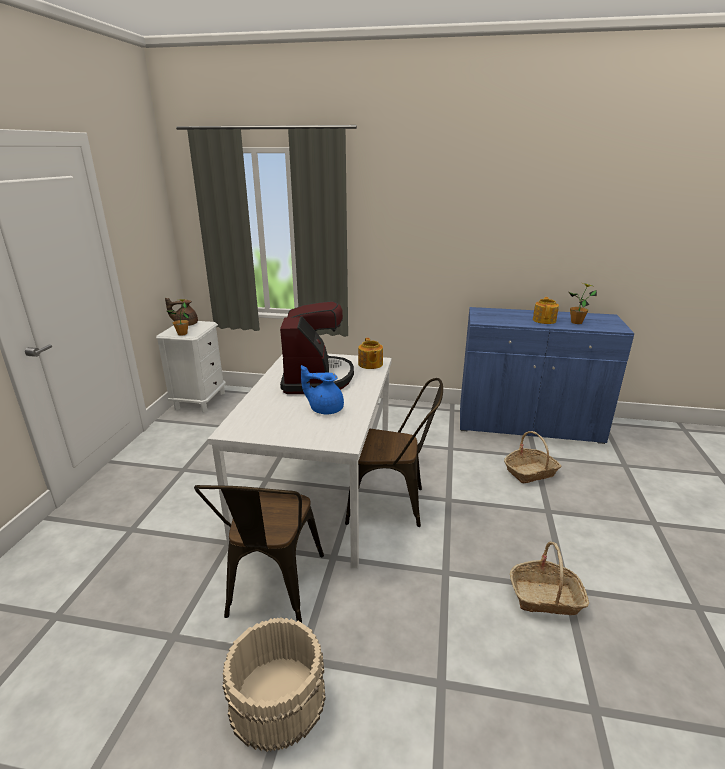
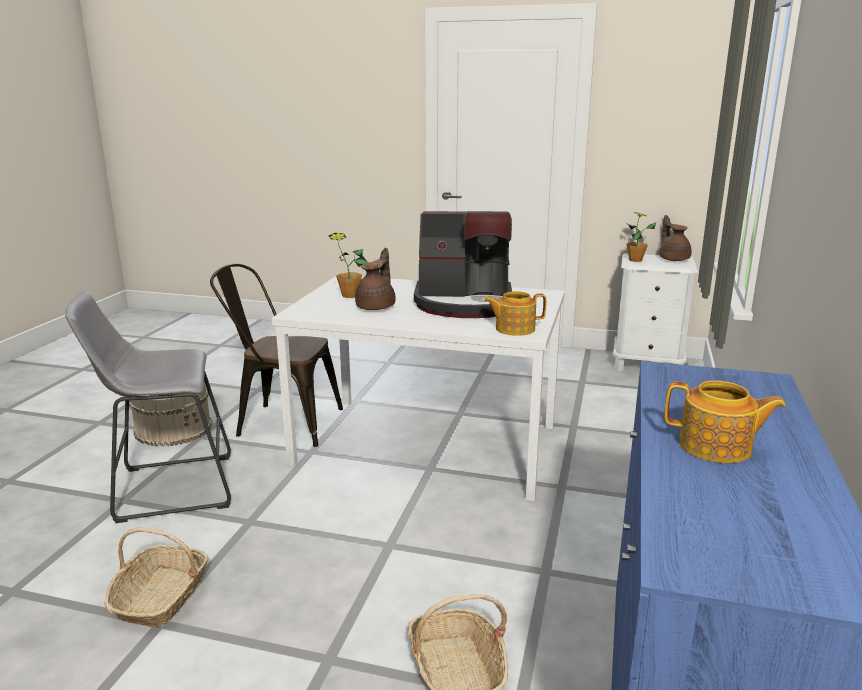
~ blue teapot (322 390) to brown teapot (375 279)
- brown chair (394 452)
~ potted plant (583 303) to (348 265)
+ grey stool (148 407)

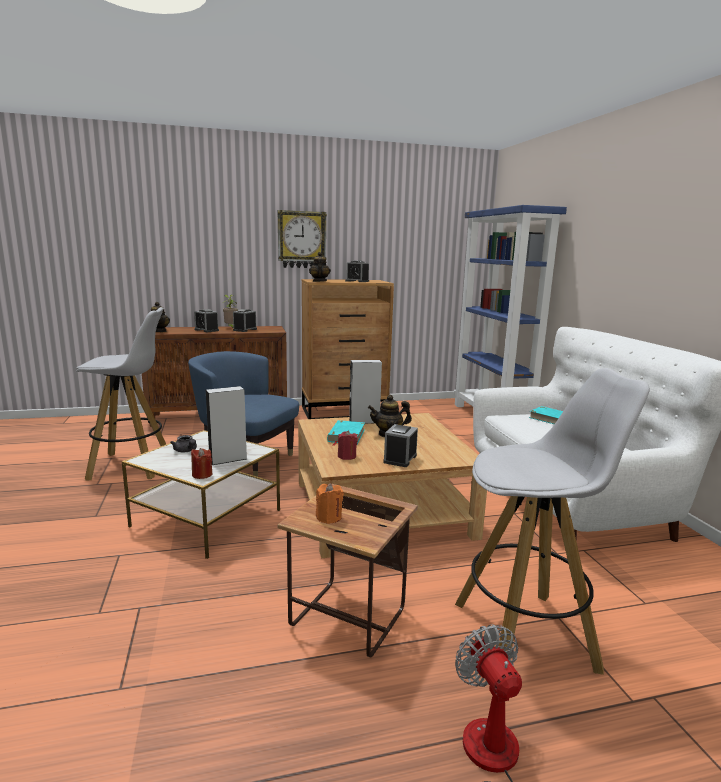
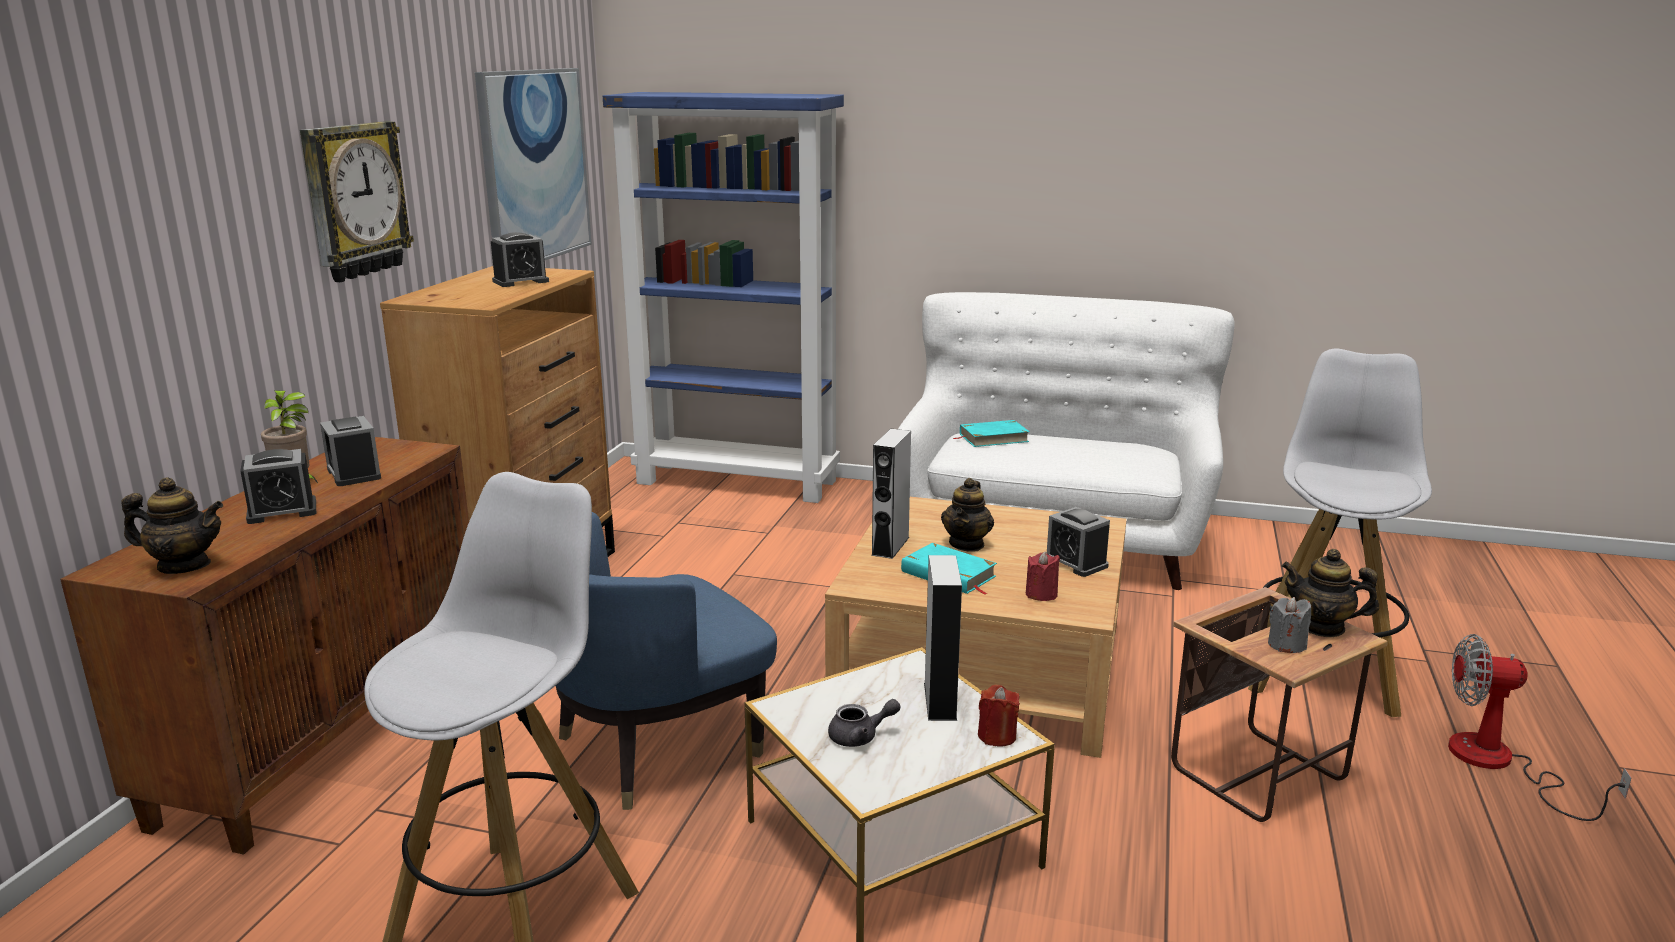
~ teapot (320 267) to (1330 593)
~ orange candle (330 503) to grey candle (1289 625)
+ picture (533 164)

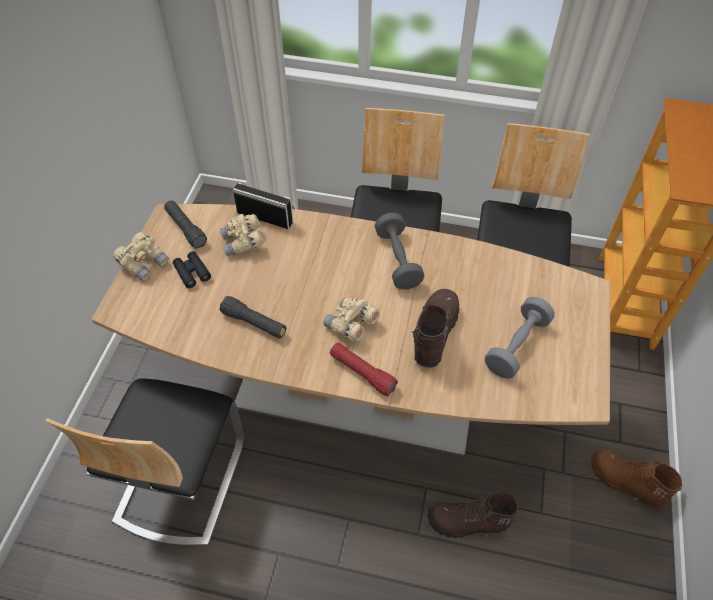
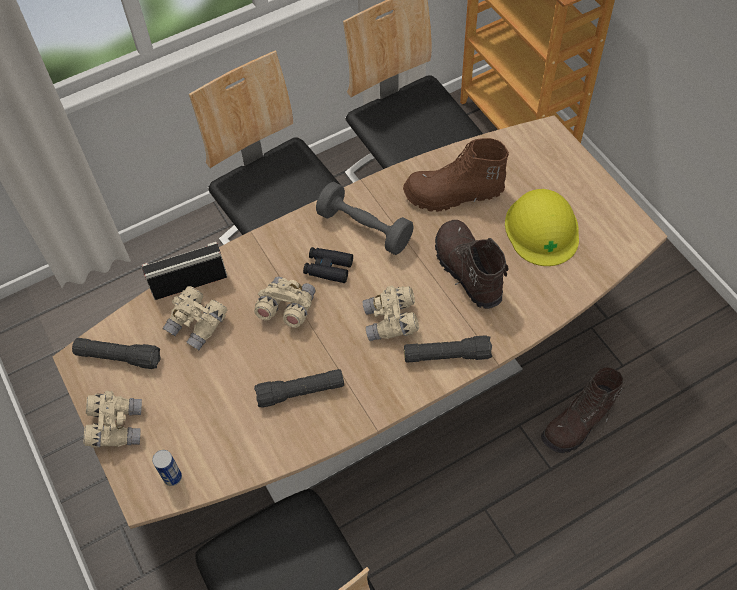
~ black binoculars (192 269) to (328 265)
~ red flashlight (364 369) to black flashlight (448 349)
~ grey dumbbell (520 338) to yellow hard hat (542 227)
~ brown boot (636 479) to (456 175)
+ can (167 468)
+ beige binoculars (285 302)

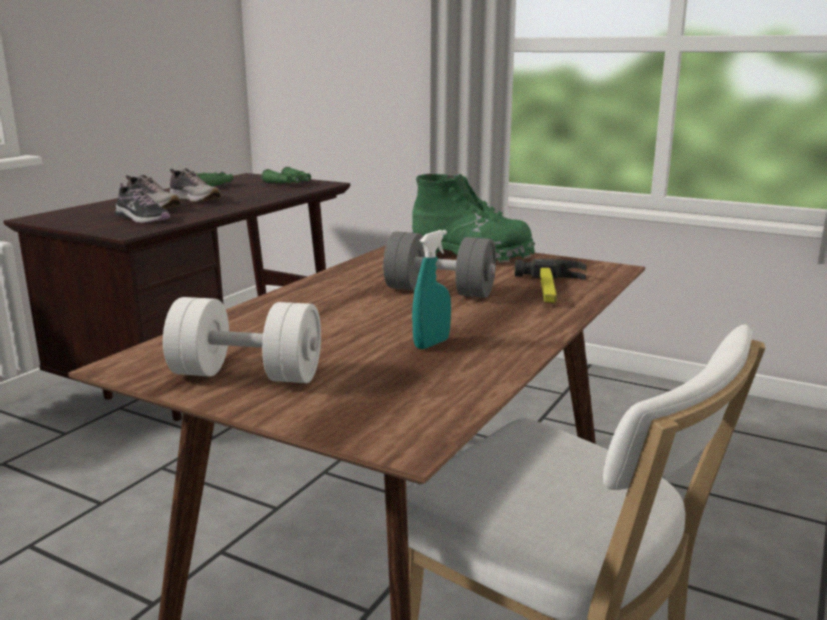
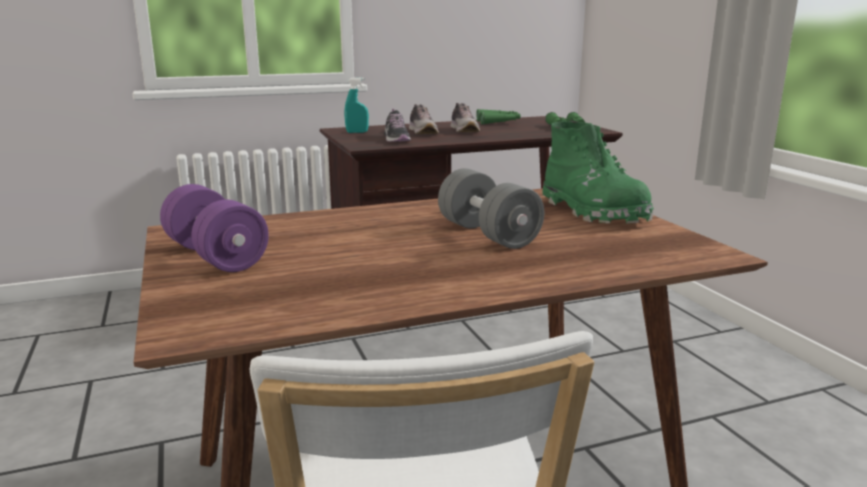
~ white dumbbell (242 340) to purple dumbbell (214 228)
~ turquoise spray bottle (431 289) to (357 105)
- hammer (551 281)

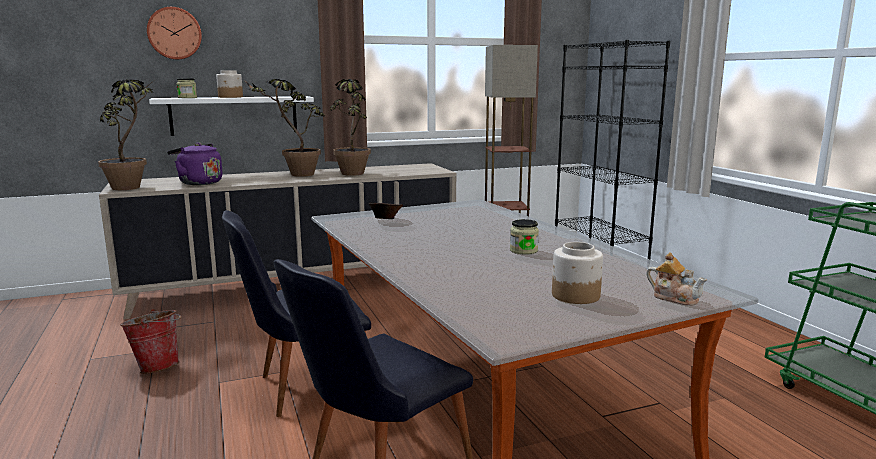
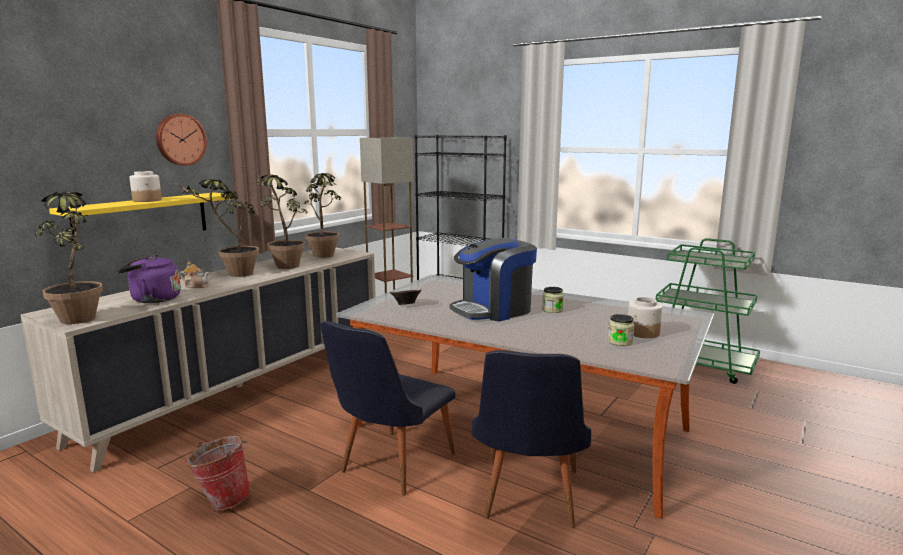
~ wall clock (174 33) to (181 140)
~ white shelf (231 116) to yellow shelf (141 219)
~ jar (187 88) to (621 330)
~ teapot (676 279) to (194 274)
+ potted plant (322 215)
+ coffee machine (493 280)

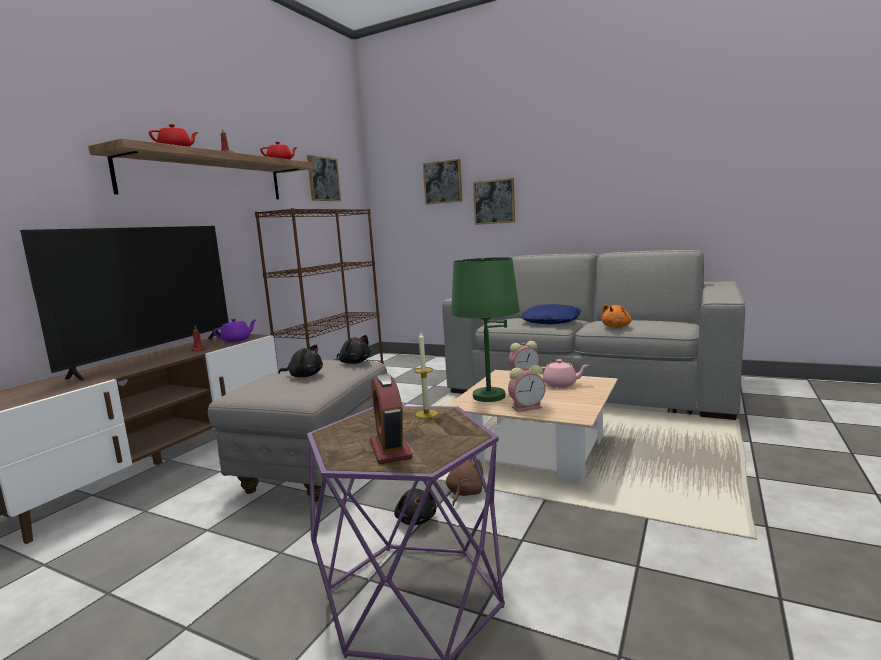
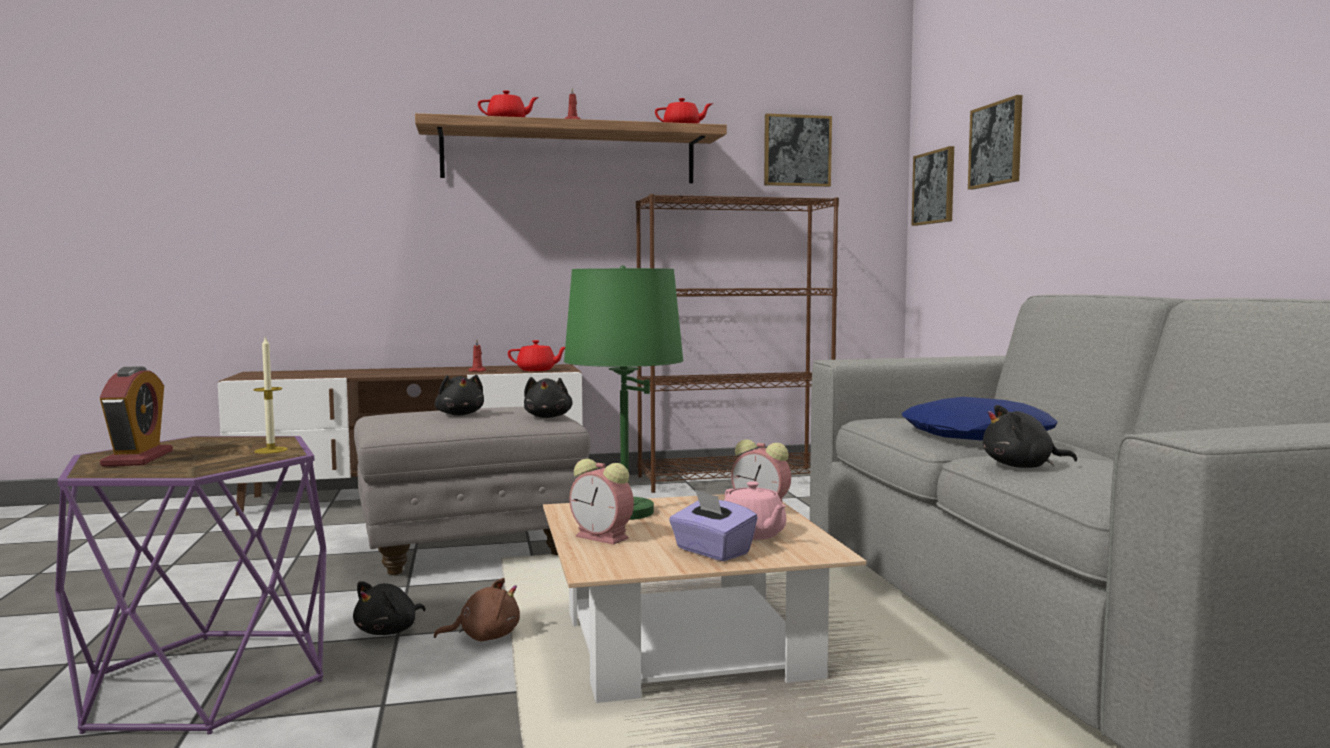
- television (124 303)
~ purple teapot (235 330) to red teapot (536 355)
~ alarm clock (391 419) = (136 416) 135 degrees clockwise
~ picture (494 201) to (932 186)
~ orange plush toy (617 316) to black plush toy (1030 436)
+ purple tissue box (713 525)

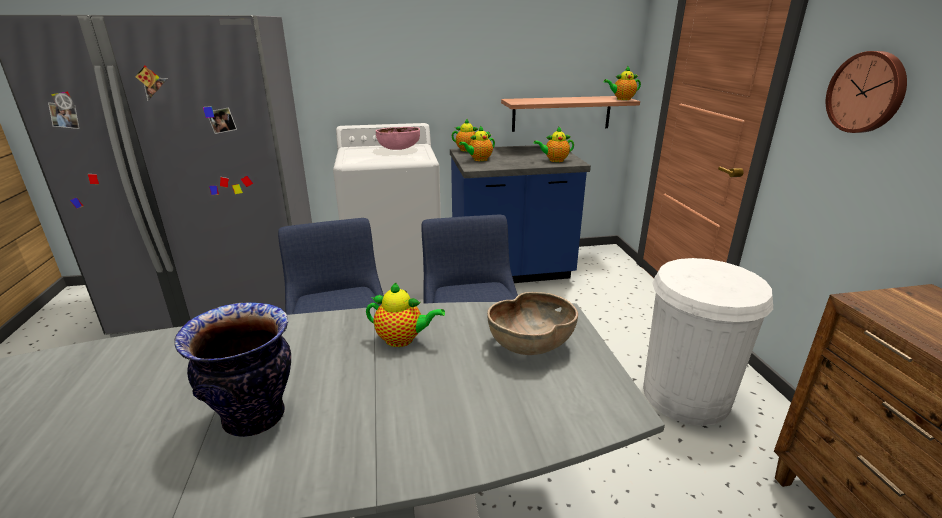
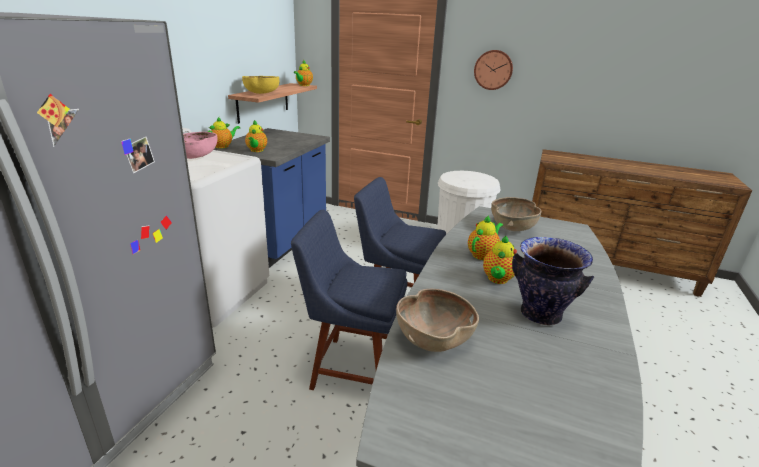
~ teapot (554 144) to (500 260)
+ yellow bowl (260 85)
+ brown bowl (437 320)

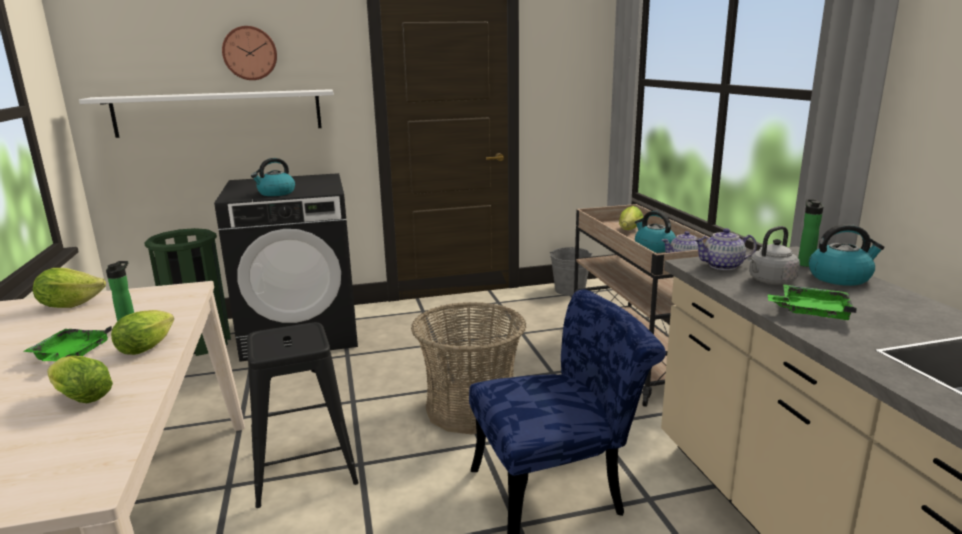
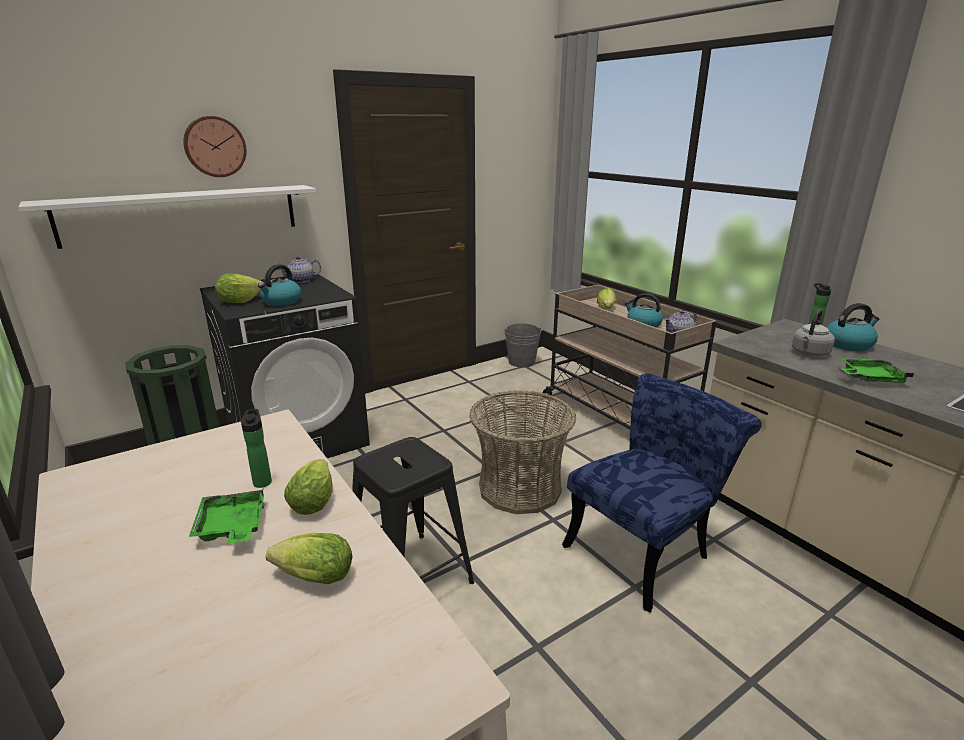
~ lettuce (69 288) to (238 288)
~ teapot (725 249) to (300 269)

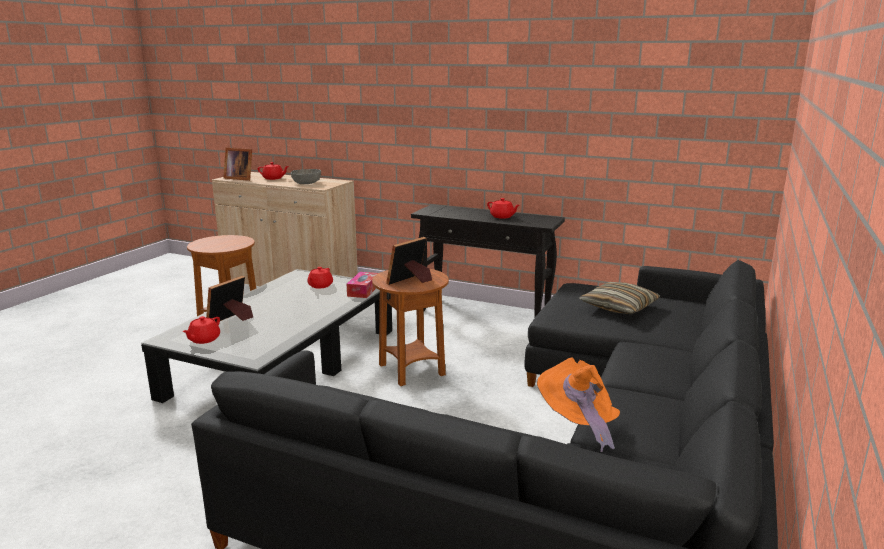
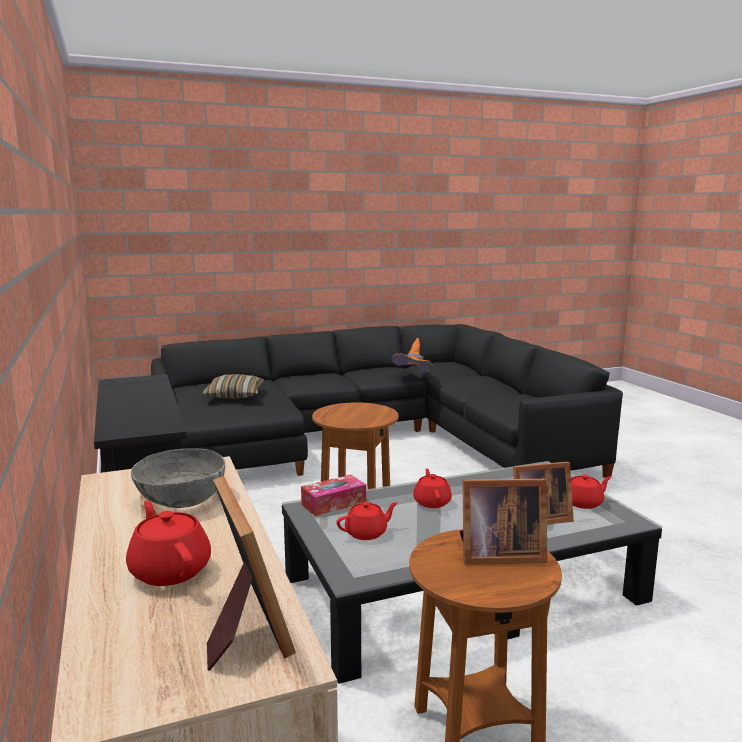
~ picture frame (409 261) to (504 522)
~ red teapot (503 208) to (432 488)

